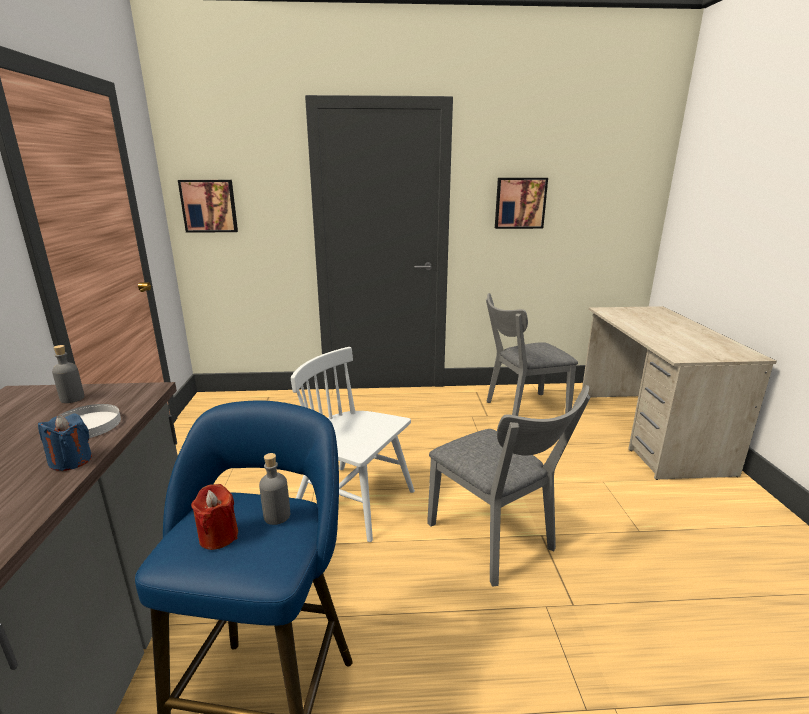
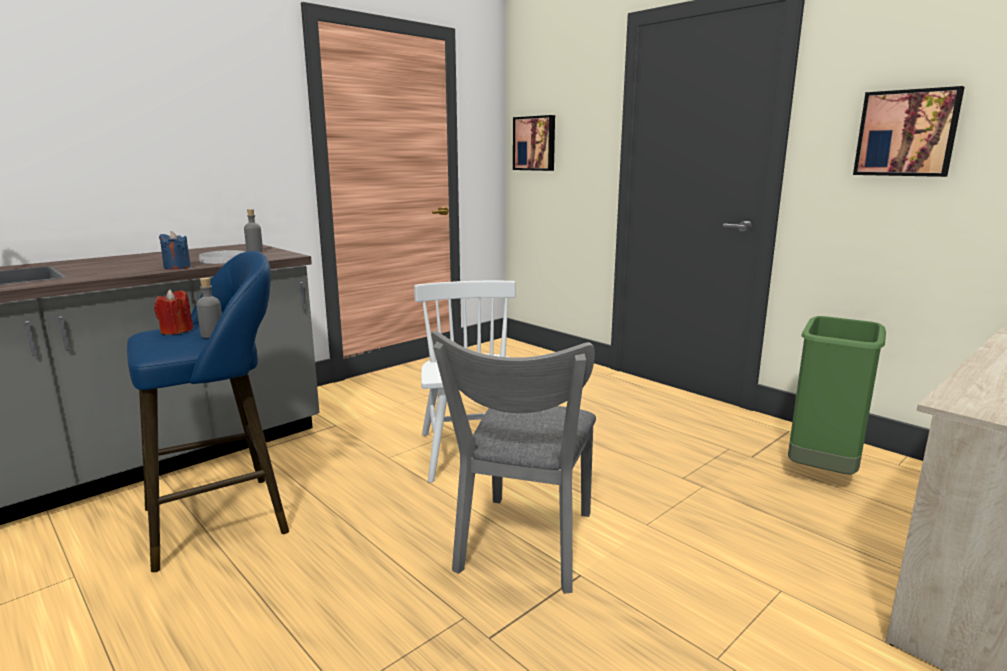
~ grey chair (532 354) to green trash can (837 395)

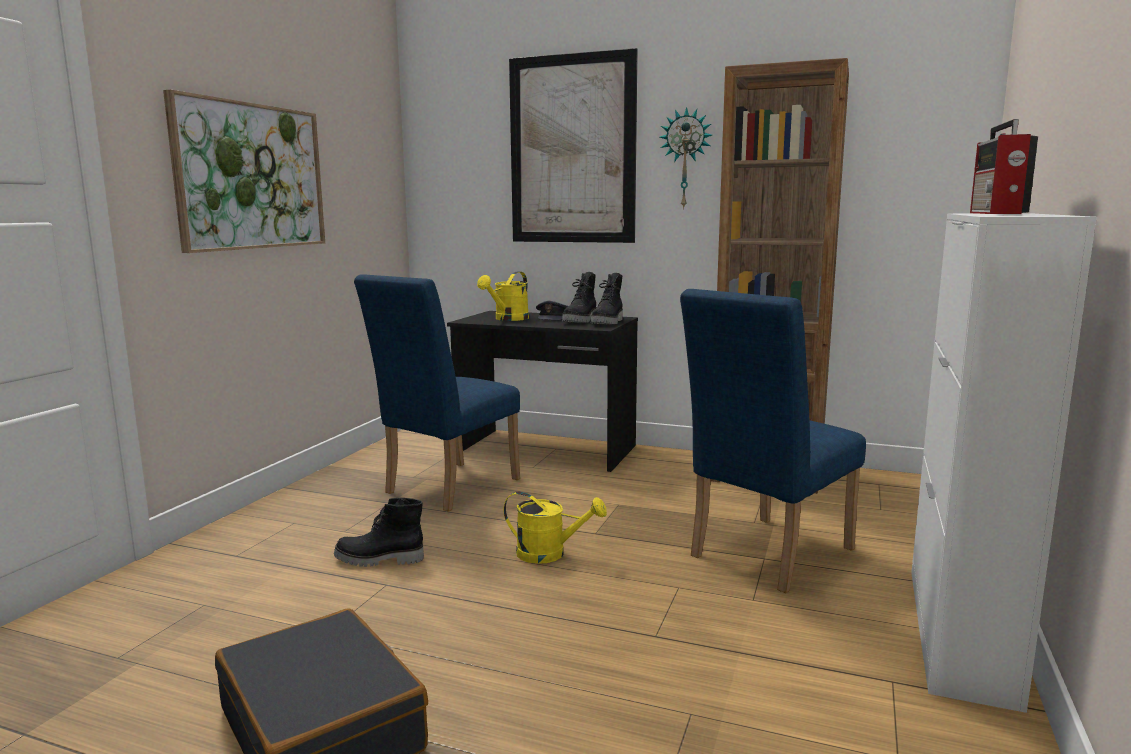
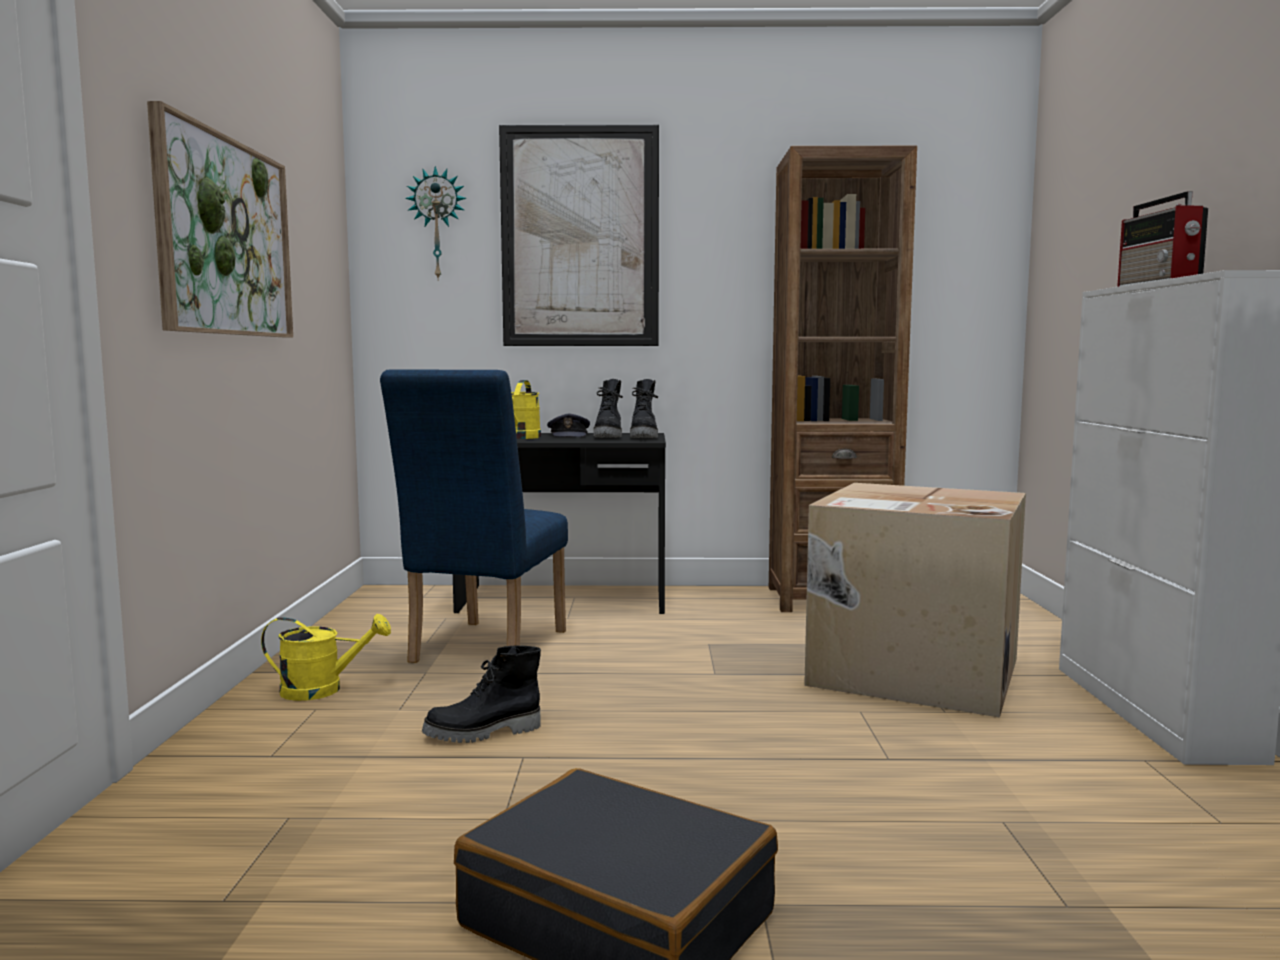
~ yellow watering can (555 528) to (326 657)
~ wall clock (686 158) to (435 223)
~ blue chair (773 441) to cardboard box (915 600)

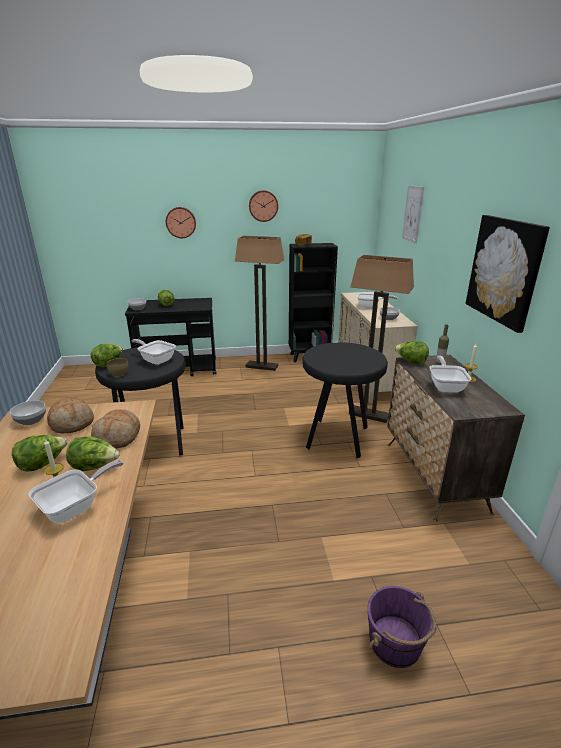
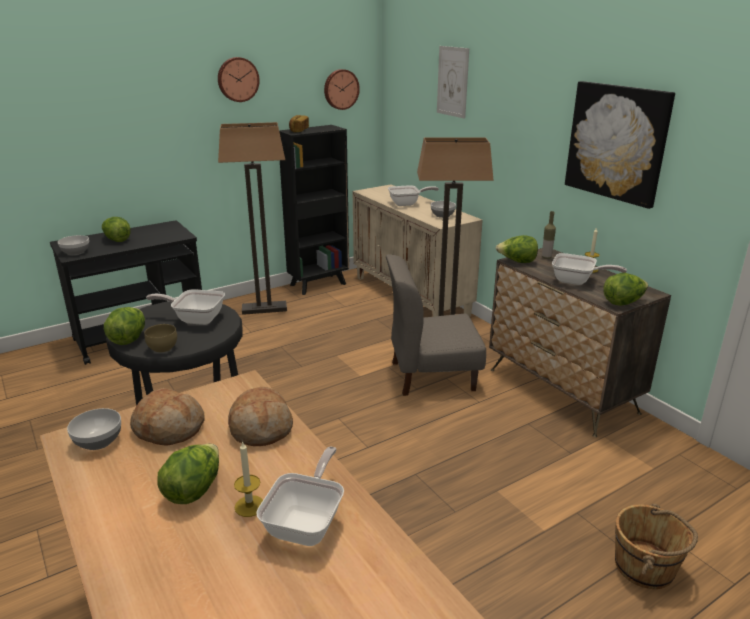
~ lettuce (92 453) to (625 289)
~ wall clock (181 222) to (342 89)
~ black stool (345 400) to grey chair (436 325)
~ purple bucket (402 627) to brown bucket (656 546)
~ frying pan (450 374) = (589 269) 135 degrees clockwise

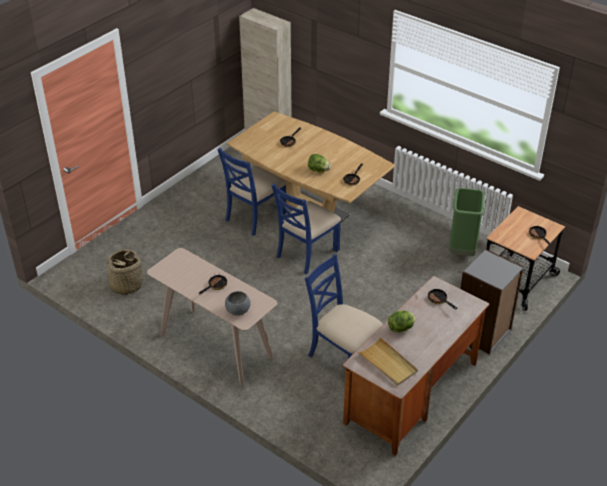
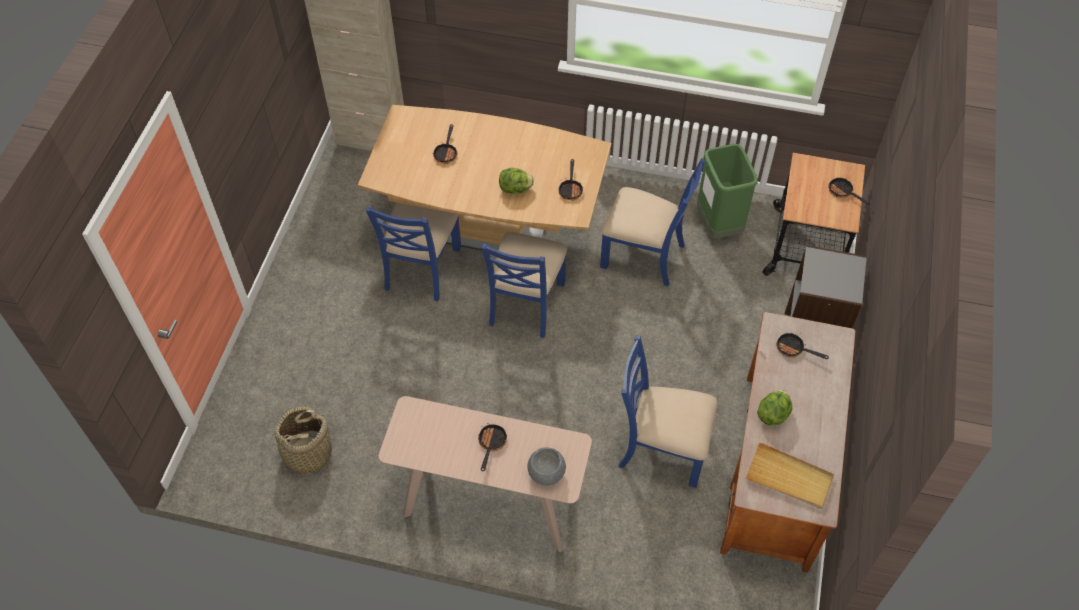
+ blue chair (652 222)

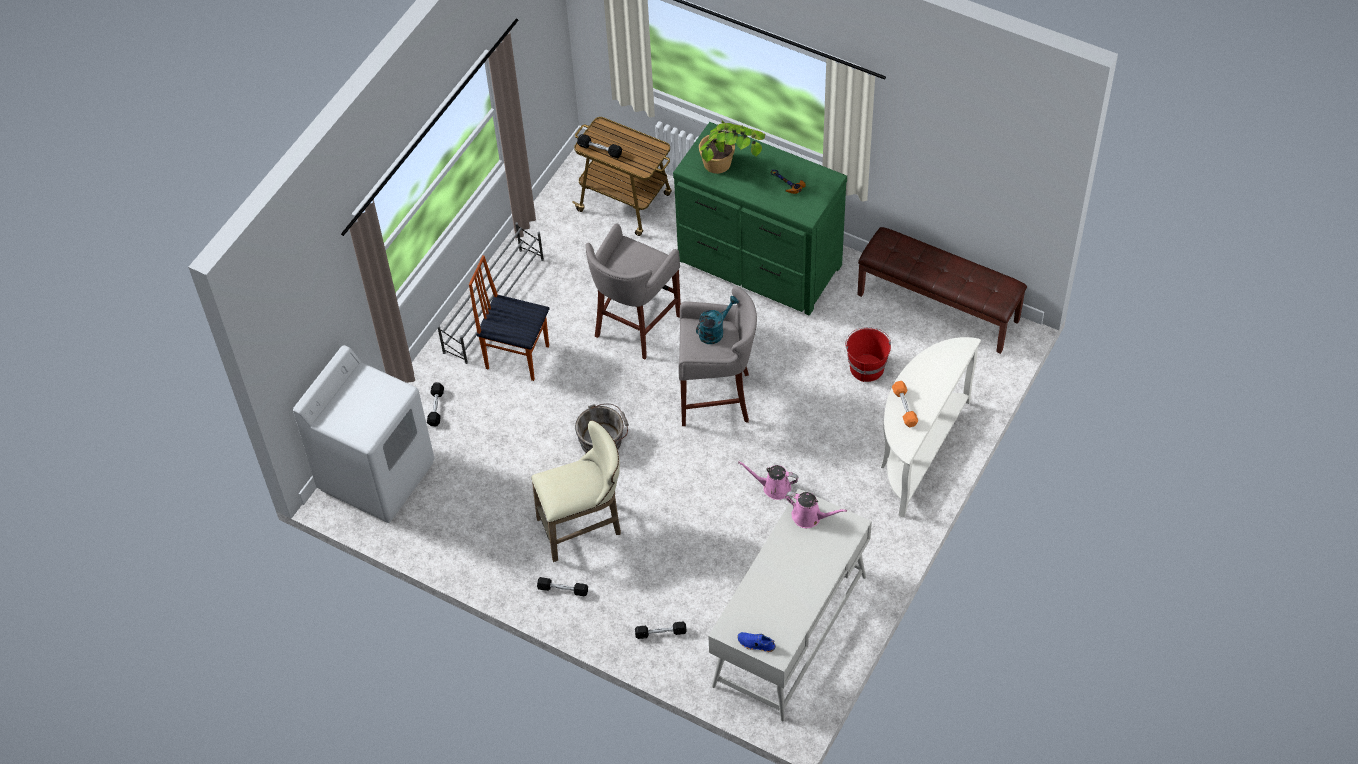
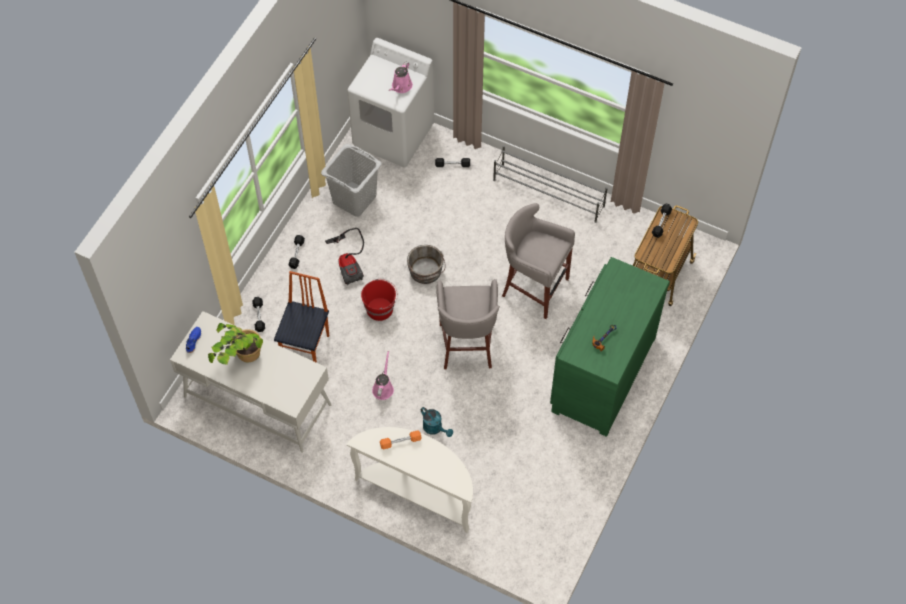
~ chair (509 318) to (301 317)
~ beige stool (576 491) to vacuum cleaner (344 256)
~ turquoise watering can (717 320) to (436 422)
~ potted plant (732 147) to (235 344)
~ pink watering can (816 509) to (400 77)
~ red bucket (868 354) to (379 300)
- brown bench (942 290)
+ grey laundry basket (351 180)

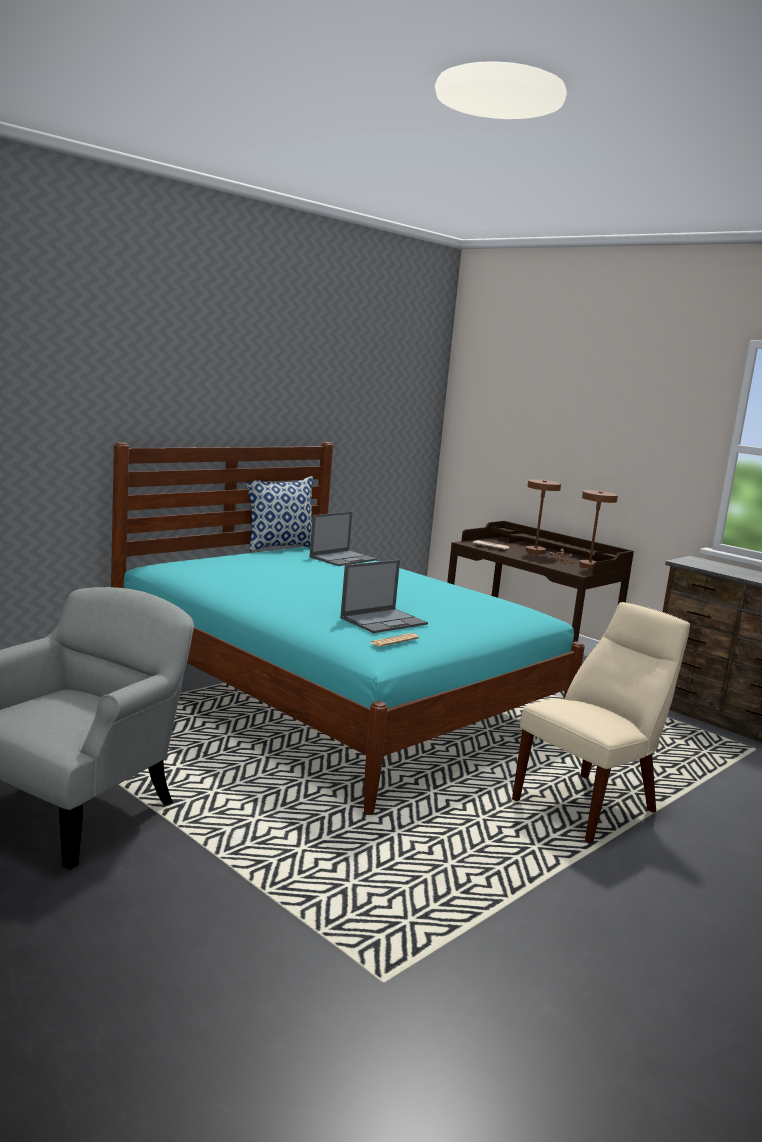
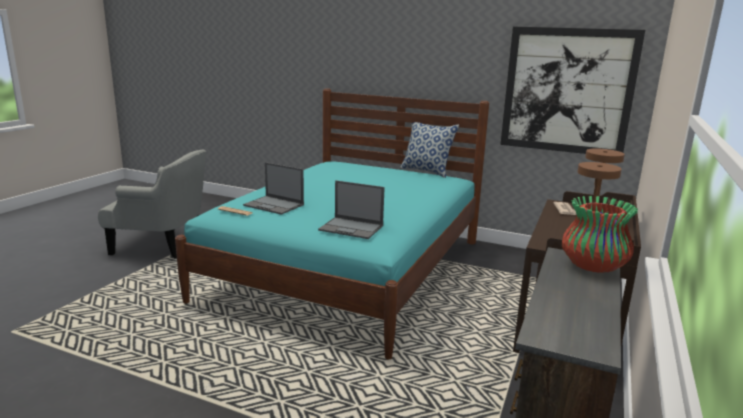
~ laptop (343 539) to (351 209)
- beige chair (601 722)
+ picture (572 90)
+ vase (600 234)

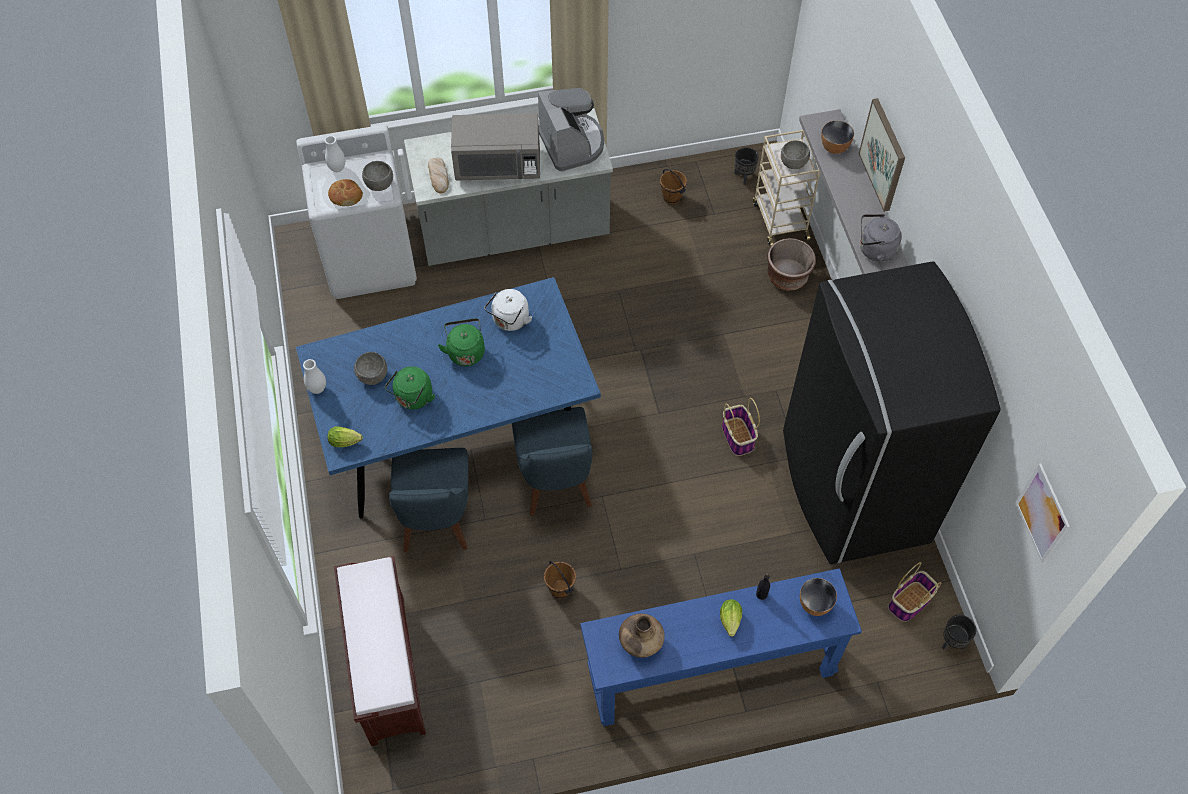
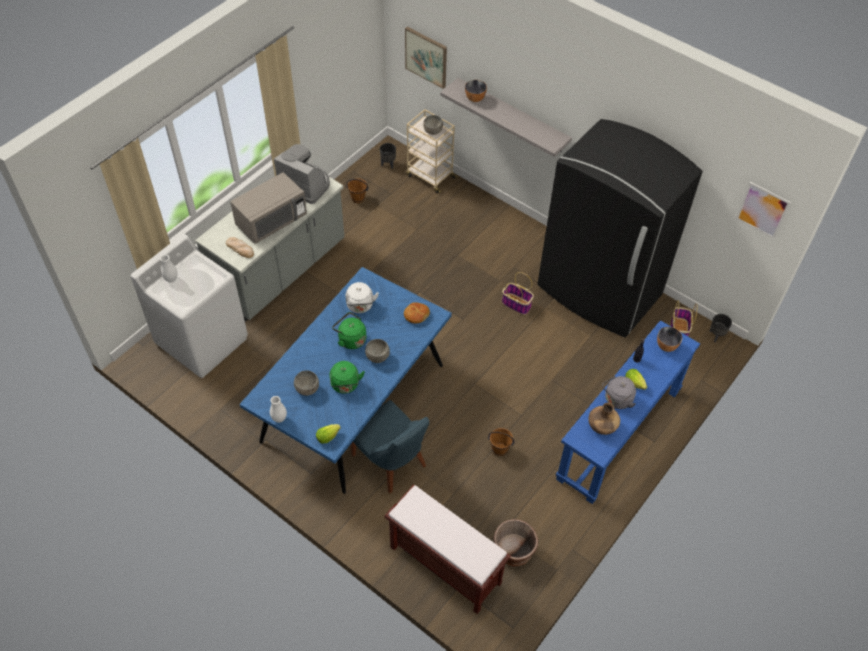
~ bread (345 192) to (417 313)
~ grey bowl (377 176) to (377 351)
- blue chair (552 461)
~ brown planter (791 264) to (515 542)
~ picture (882 155) to (426 58)
~ grey kettle (881 238) to (619 392)

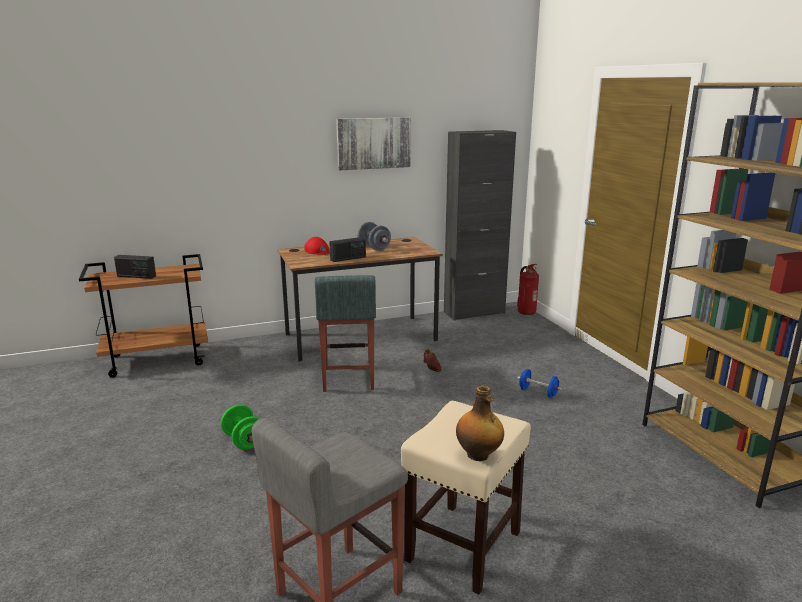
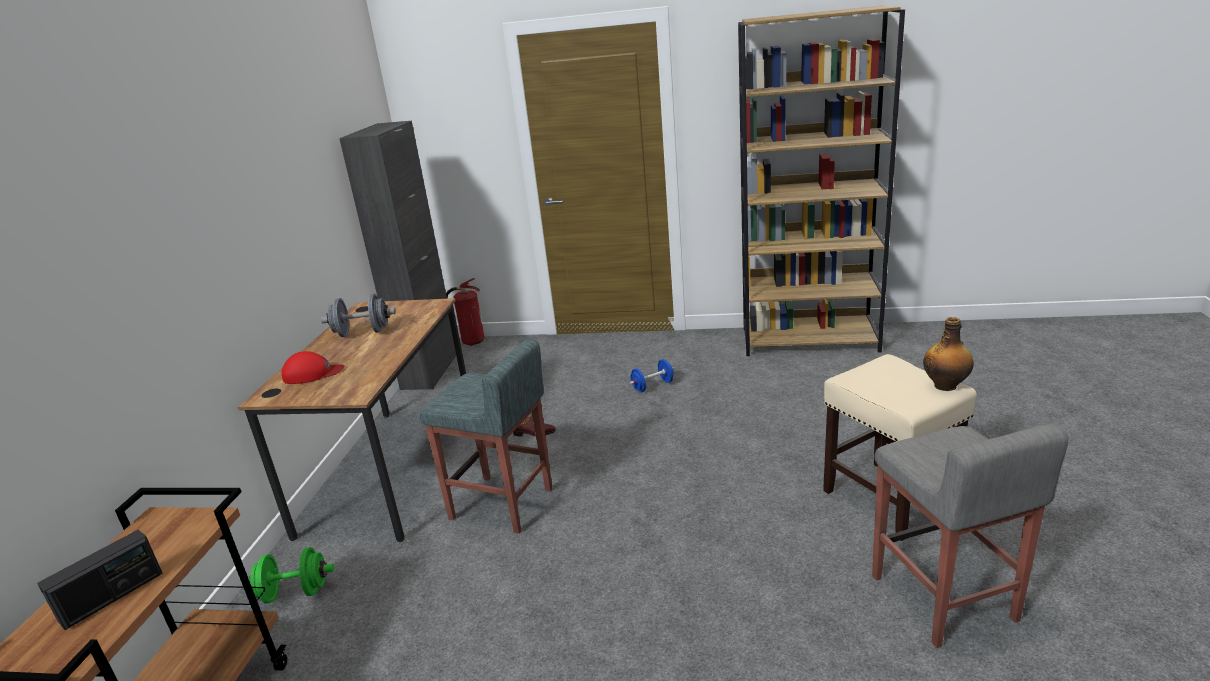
~ green dumbbell (239 427) to (291 575)
- radio (347 249)
- picture (373 143)

